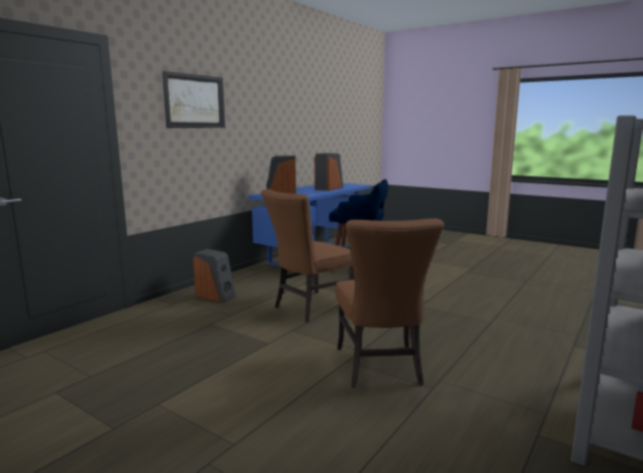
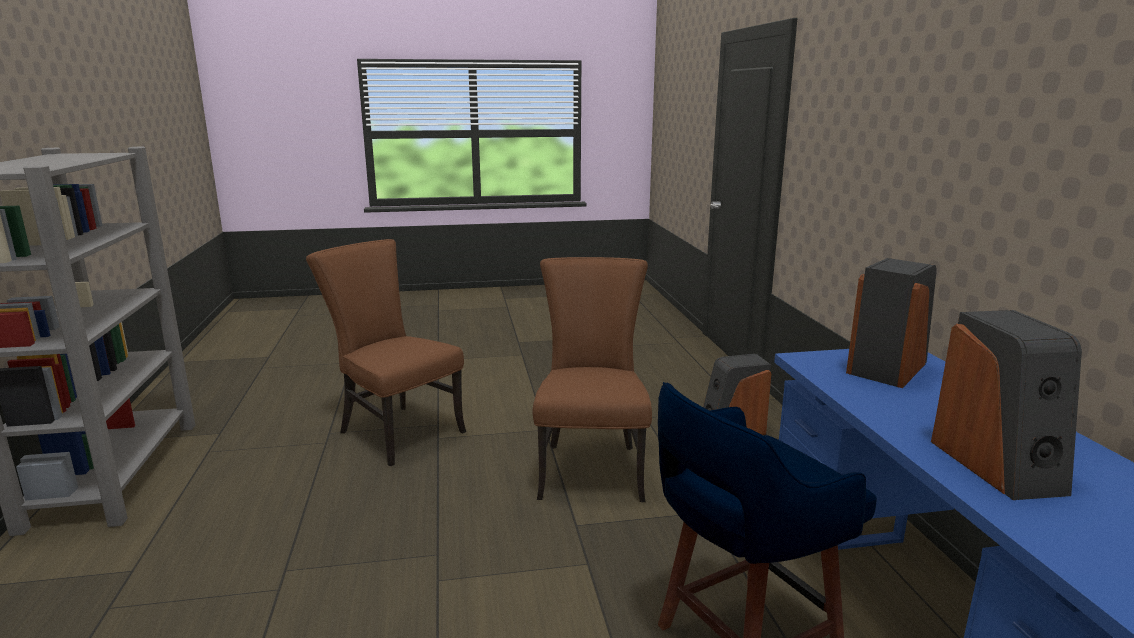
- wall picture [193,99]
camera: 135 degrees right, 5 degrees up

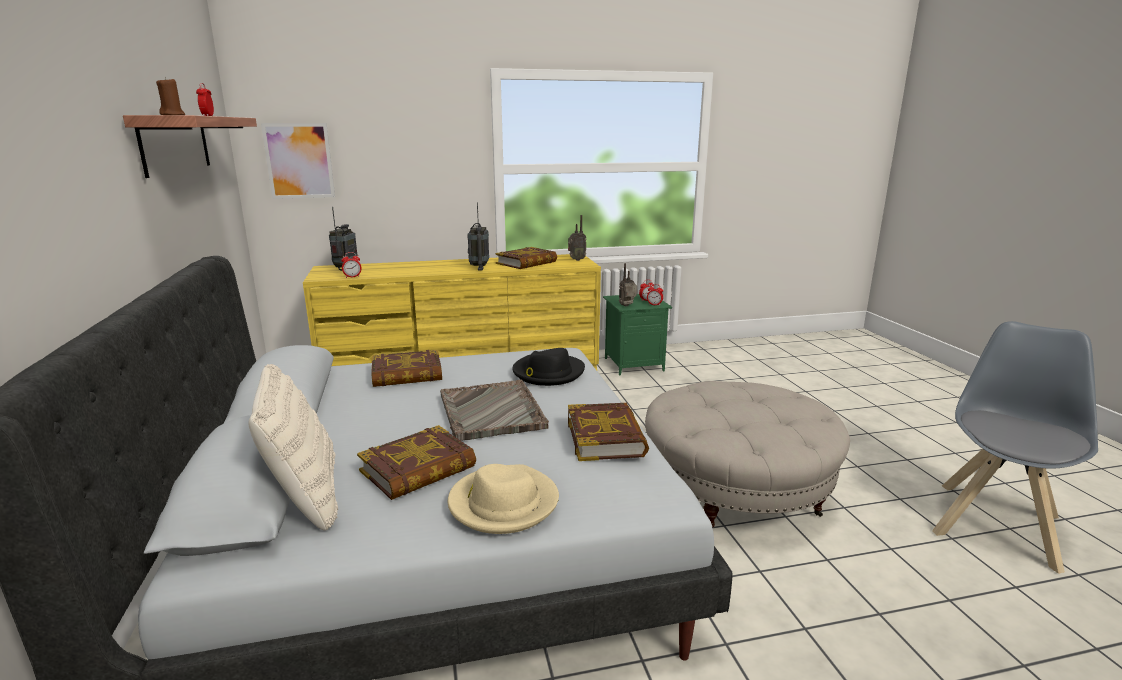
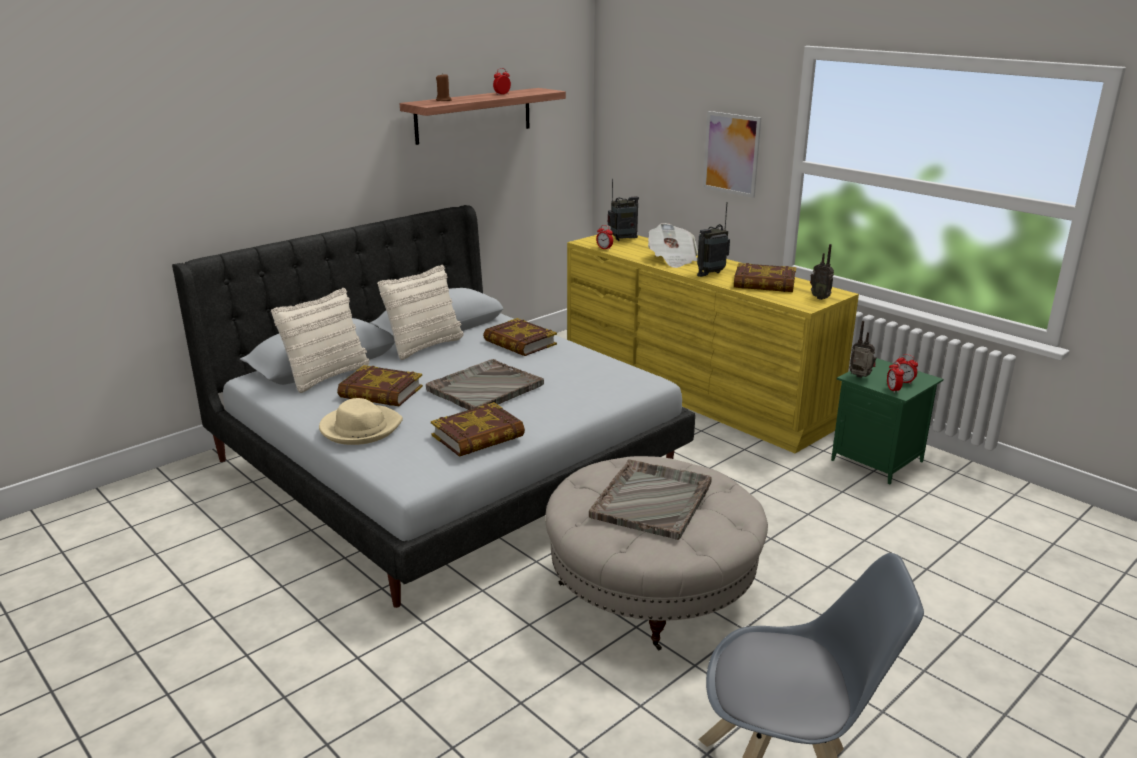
~ wall picture [298,161] to [732,154]
- hat in black-coloured [548,367]
+ cushion in sand-coloured [420,312]
+ serving tray in greyish [650,499]
+ newspaper [673,245]
camera: 60 degrees right, 5 degrees up

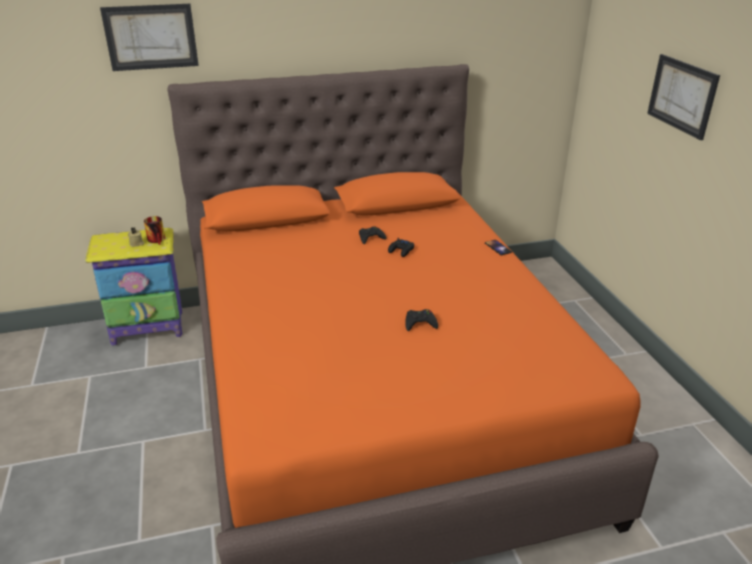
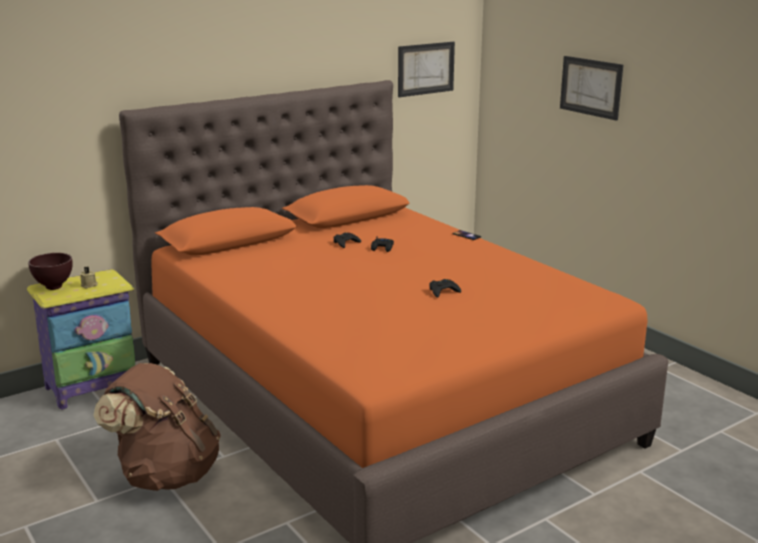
~ wall picture [149,37] to [426,69]
- mug [154,230]
+ serving bowl in brown-coloured [50,271]
+ knapsack in brown-coloured [157,427]
camera: 20 degrees left, 10 degrees down

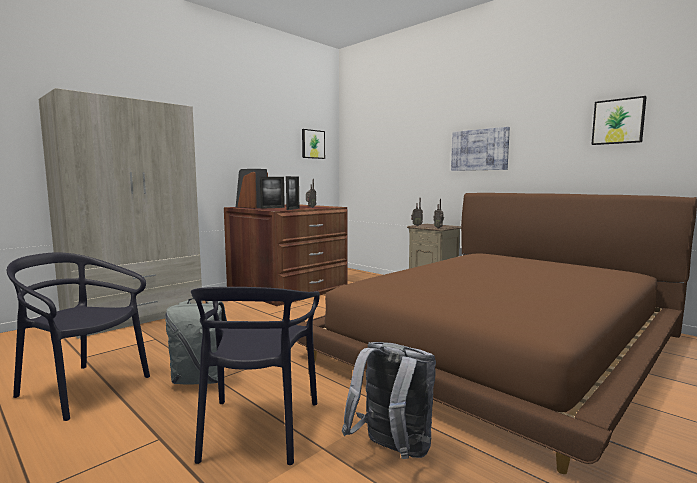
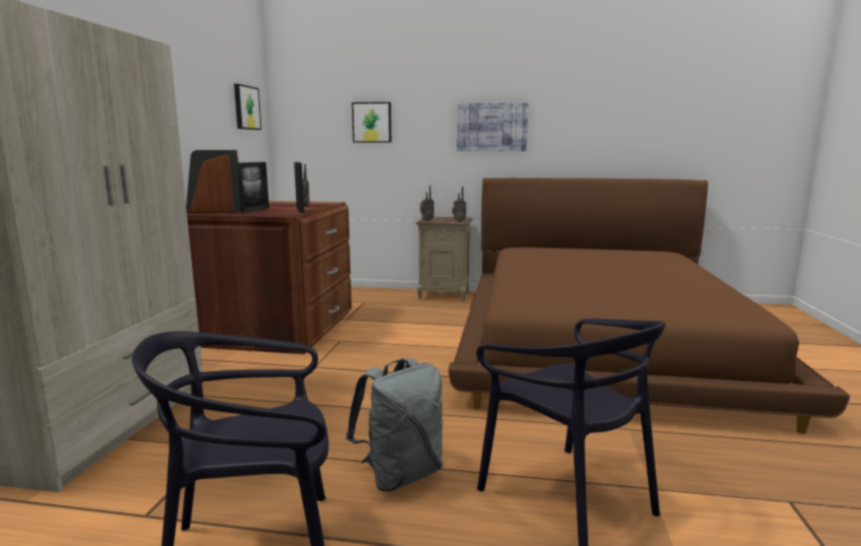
- knapsack in greyish [389,400]
~ wall picture [619,120] to [371,122]
camera: 35 degrees left, 5 degrees up

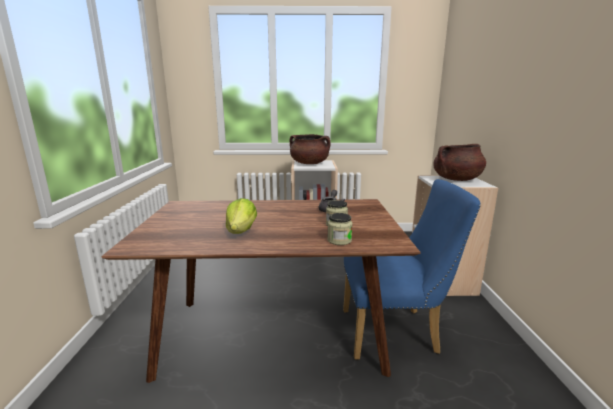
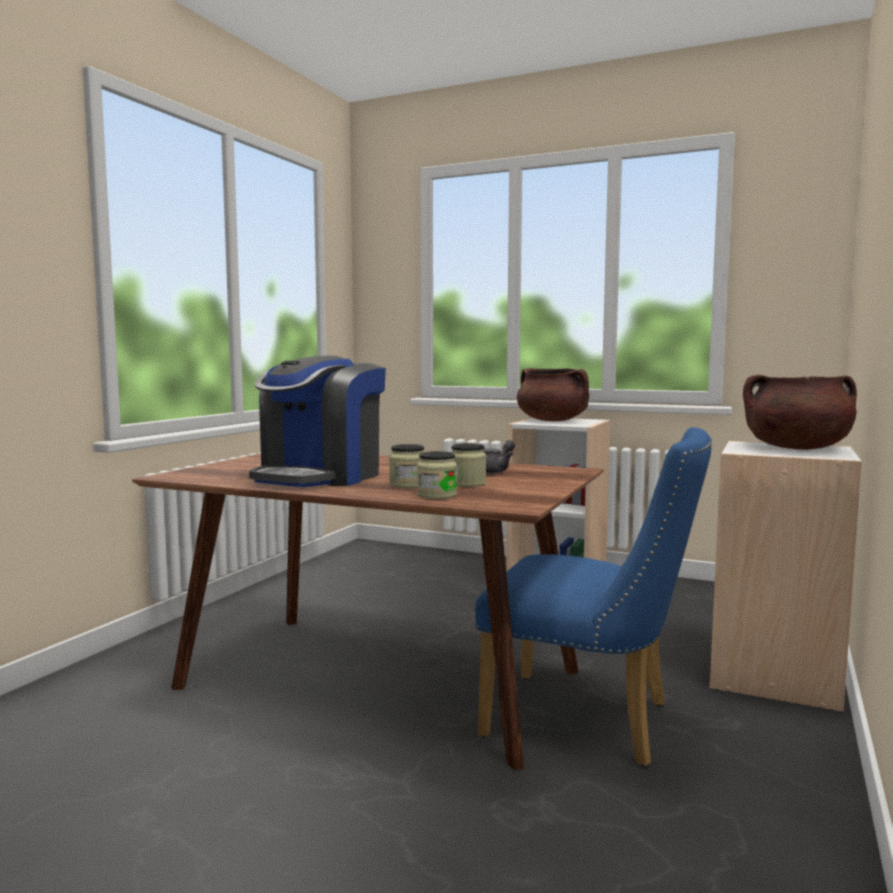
~ lettuce head [241,216] to coffee maker [317,421]
+ jar [406,466]
camera: 25 degrees right, 10 degrees down

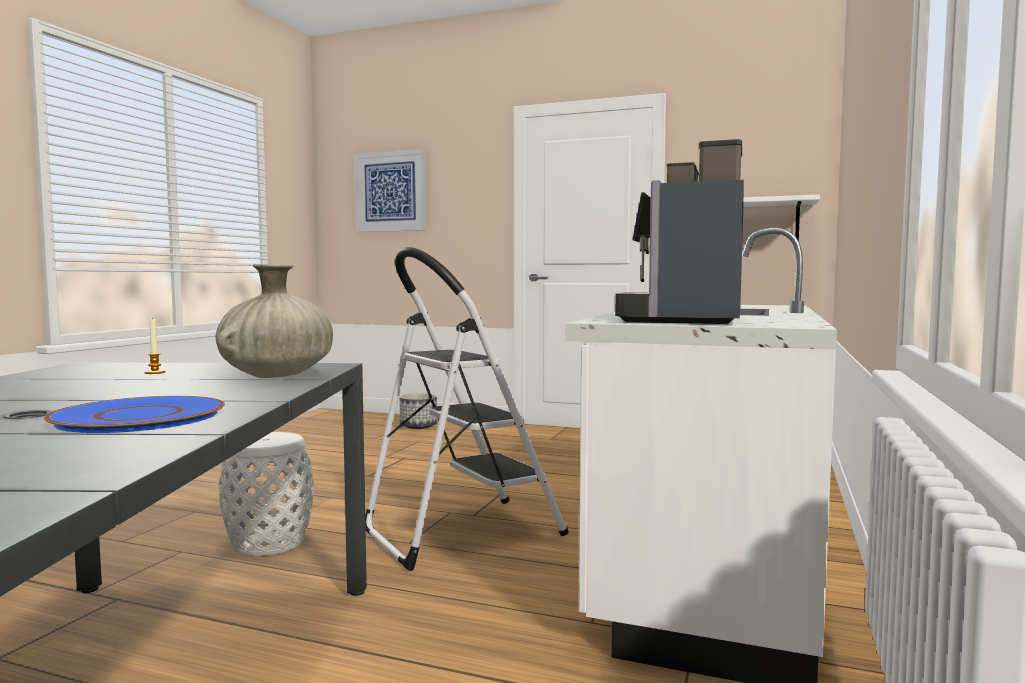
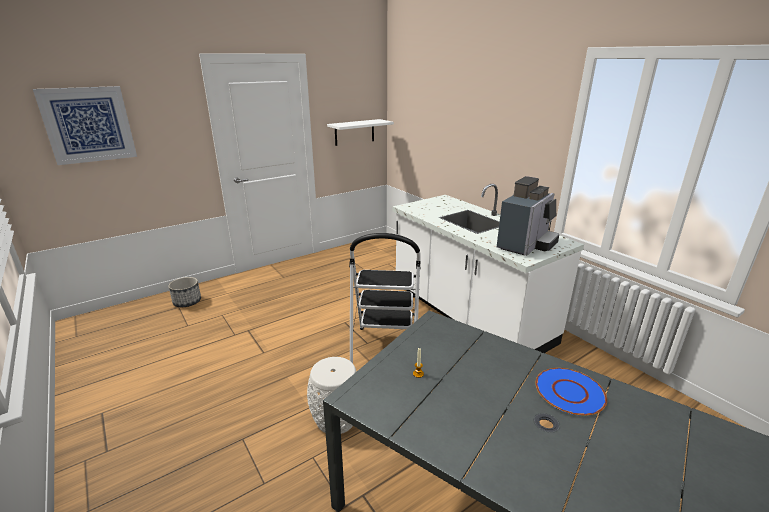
- vase in sand-coloured [274,321]
~ coffee maker [679,231] = [528,216] 105 degrees counterclockwise
camera: 55 degrees left, 20 degrees up

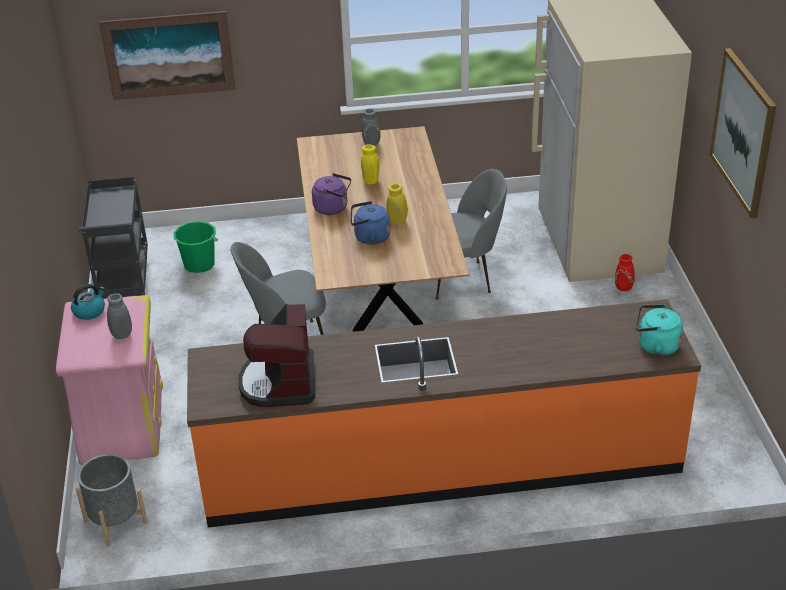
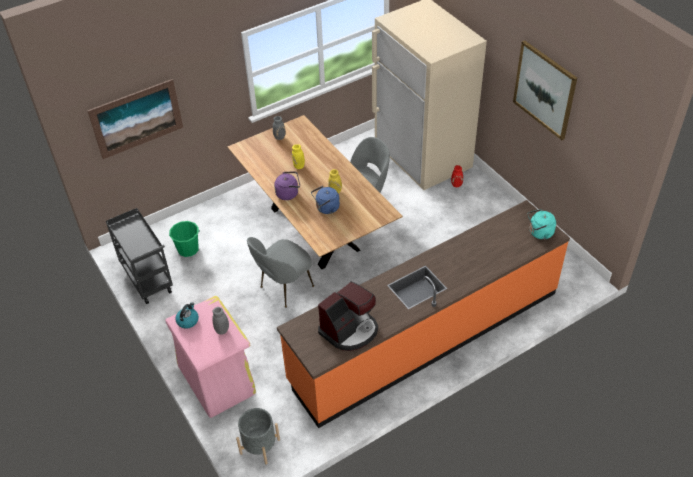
~ coffee maker [276,355] = [348,316] 105 degrees counterclockwise
camera: 25 degrees left, 10 degrees up

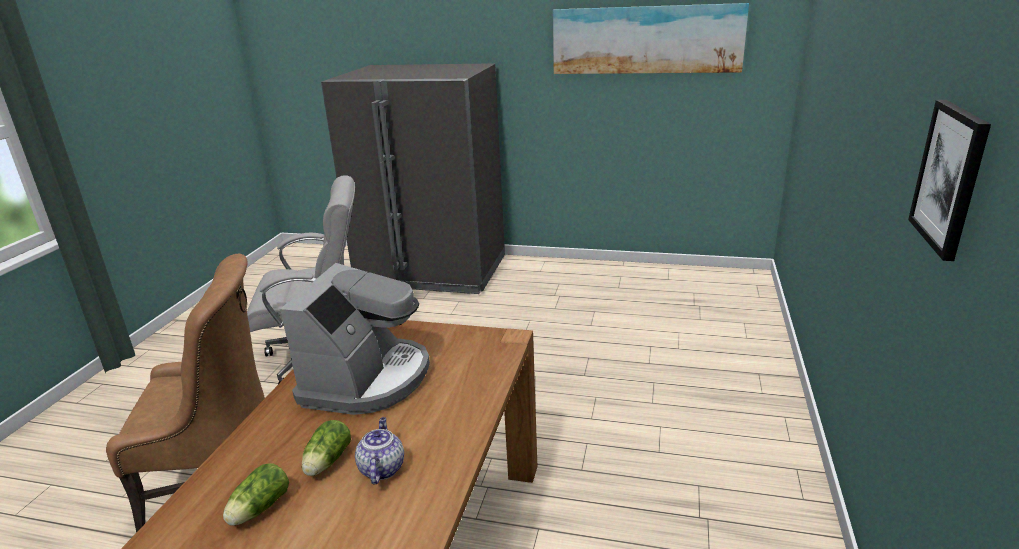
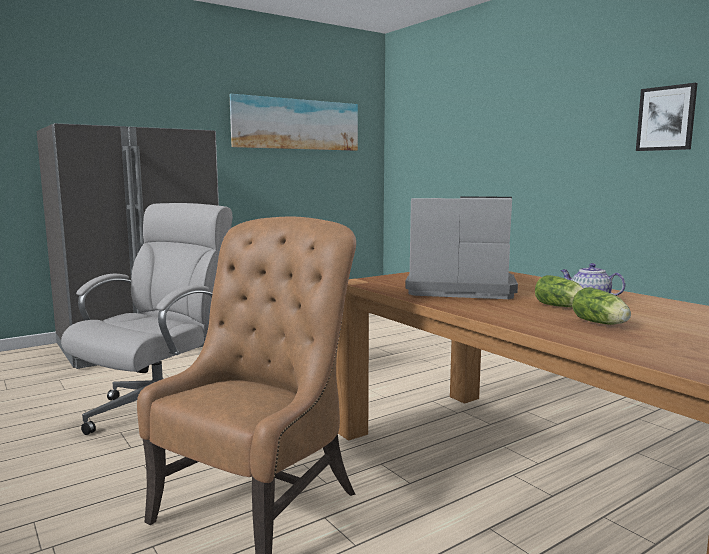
~ coffee maker [355,339] = [461,247] 45 degrees counterclockwise
camera: 50 degrees left, 15 degrees down

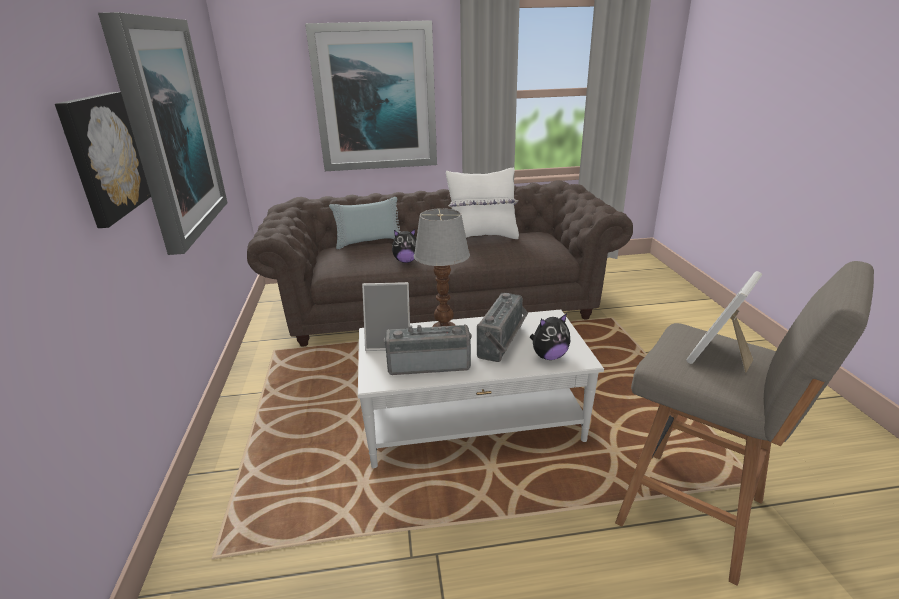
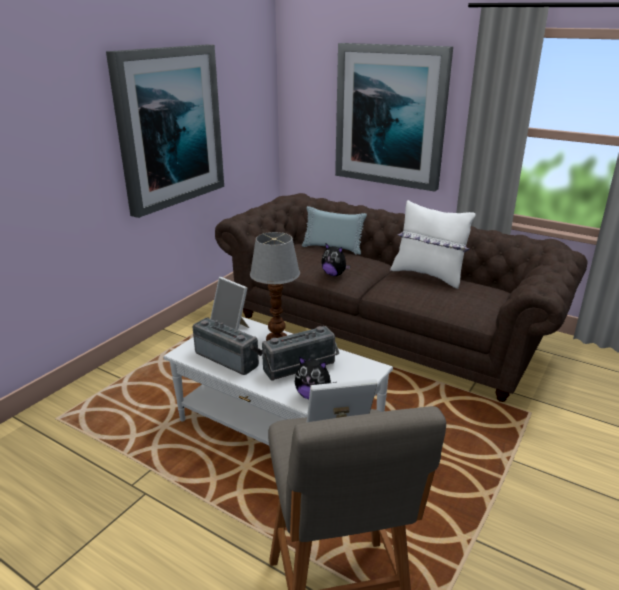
- wall picture [103,160]
camera: 40 degrees right, 0 degrees up

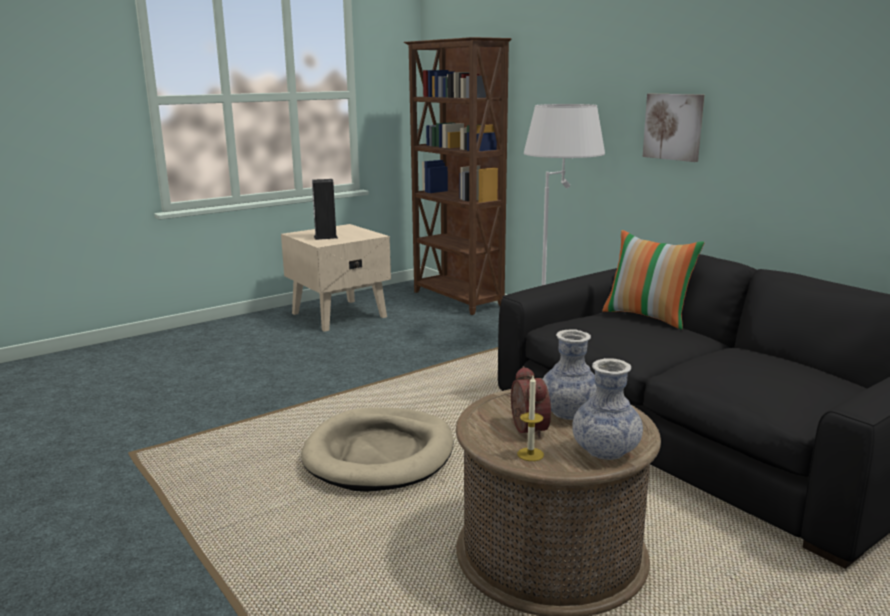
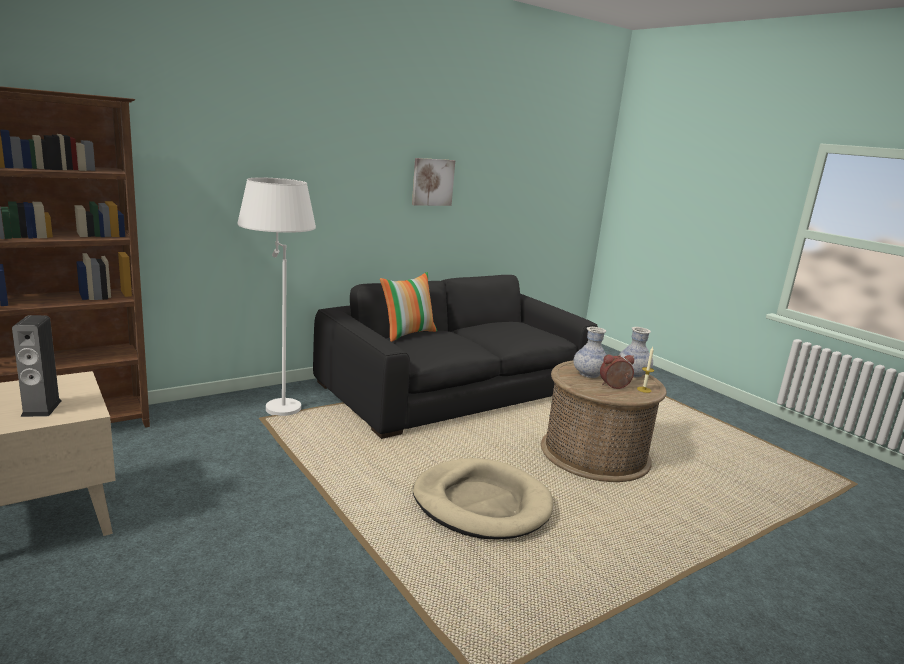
~ wall picture [673,128] to [433,182]
camera: 90 degrees left, 0 degrees up

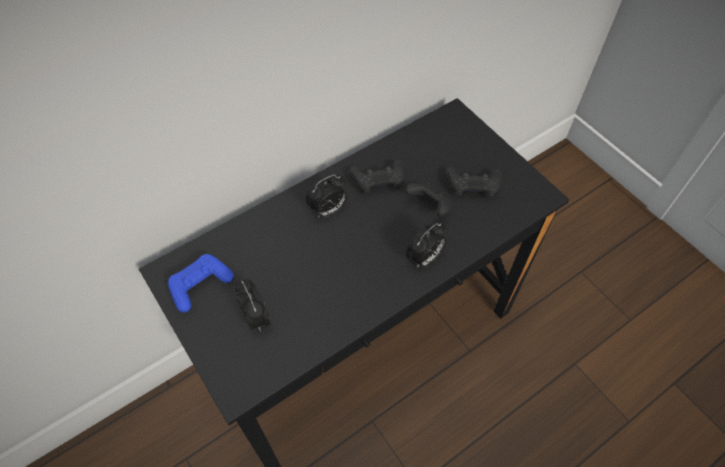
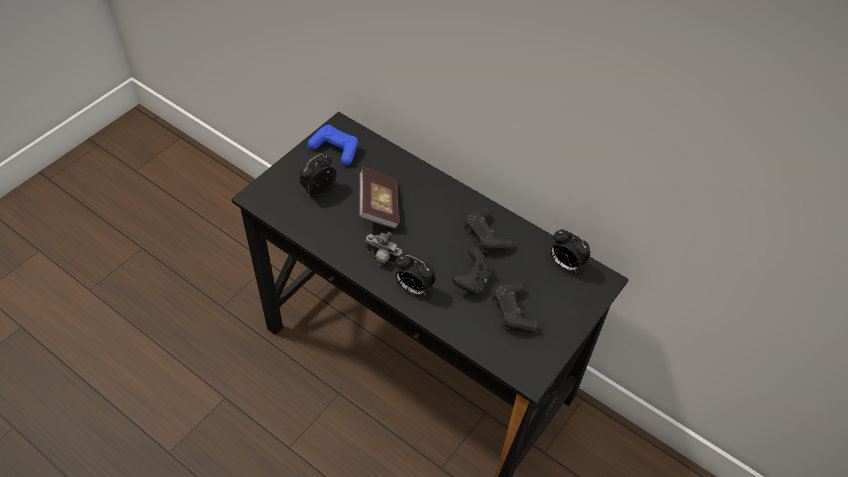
~ alarm clock [326,196] to [570,250]
+ volume [379,198]
+ still camera [383,248]
camera: 70 degrees right, 5 degrees down

